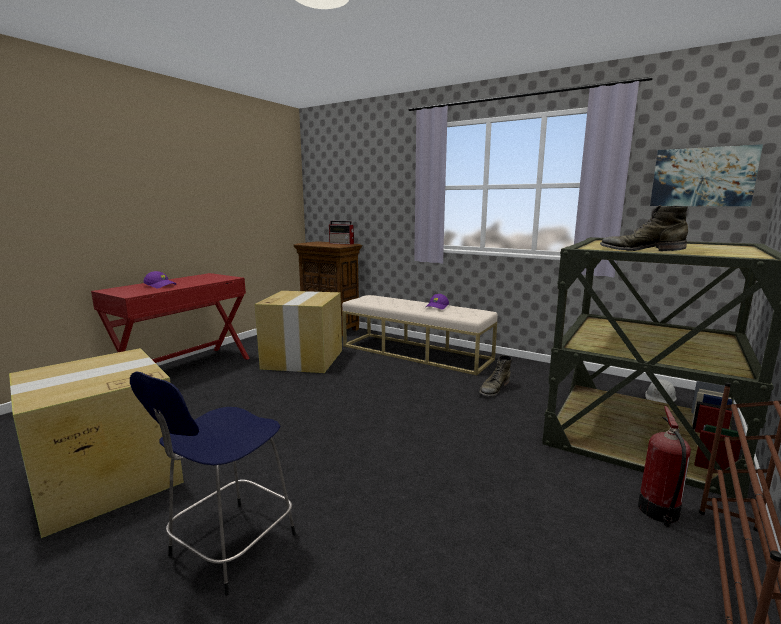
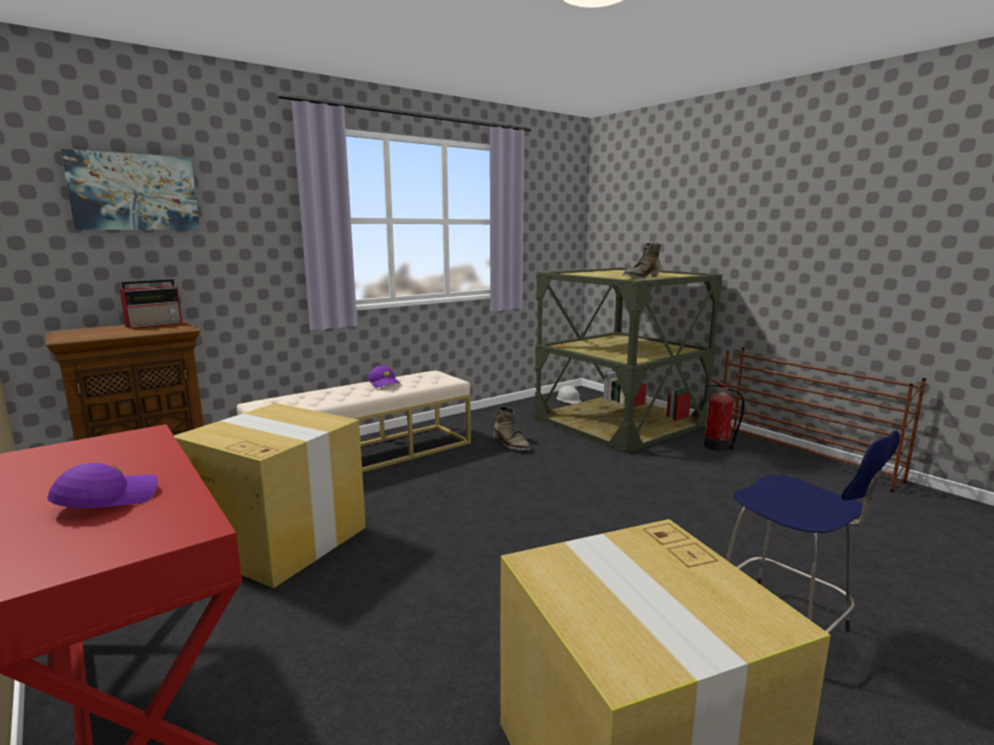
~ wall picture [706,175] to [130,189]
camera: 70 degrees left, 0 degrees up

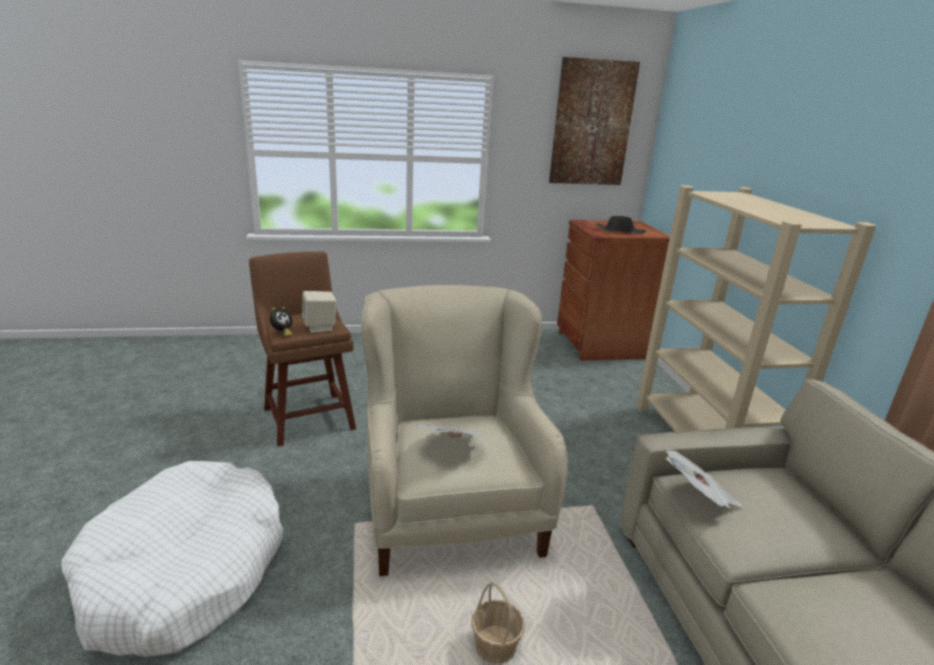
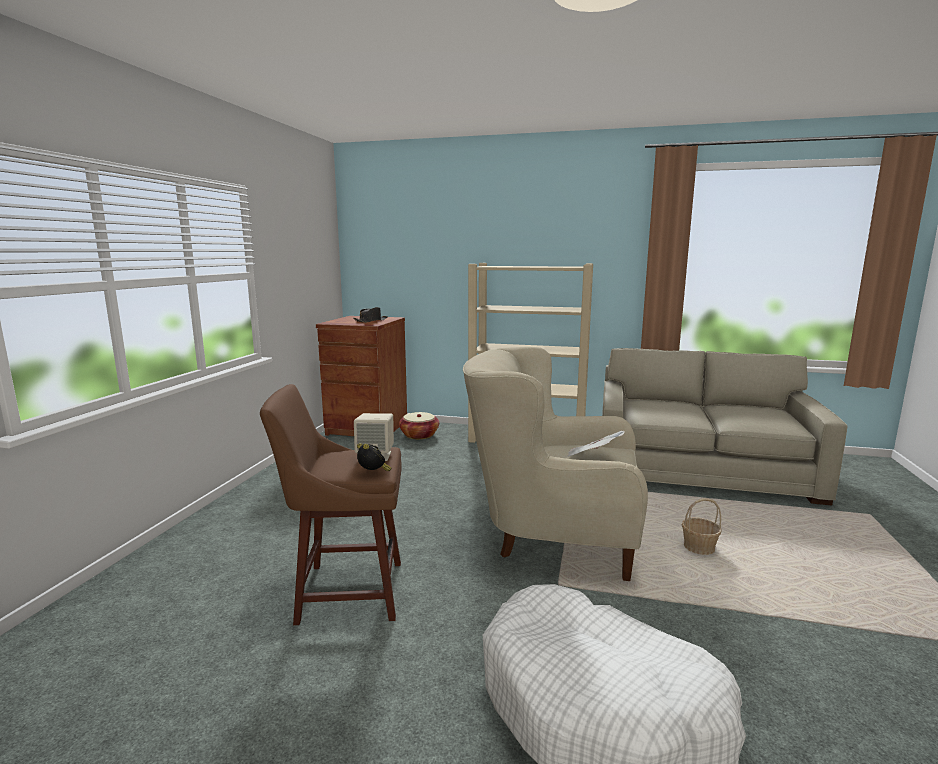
- wall picture [594,121]
- newspaper [704,479]
+ storage basket [419,425]
camera: 65 degrees left, 10 degrees down

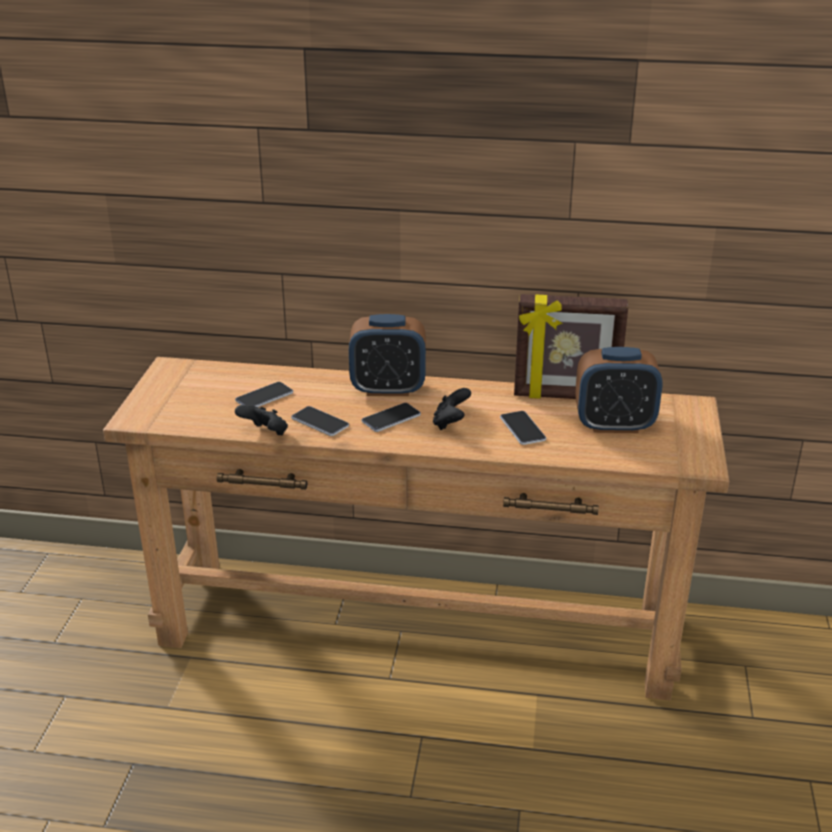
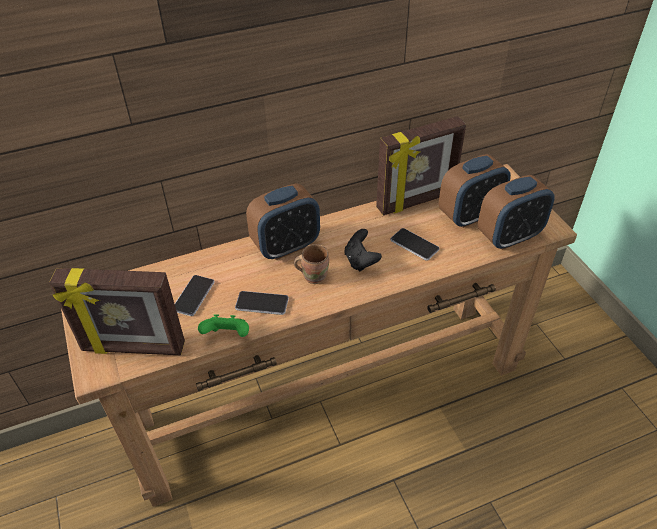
~ gamepad in black-coloured [261,420] to gamepad in green-coloured [223,325]
~ handset [391,417] to mug in brown-coloured [311,264]
+ standing frame [117,311]
+ alarm clock [516,212]
camera: 30 degrees left, 15 degrees up

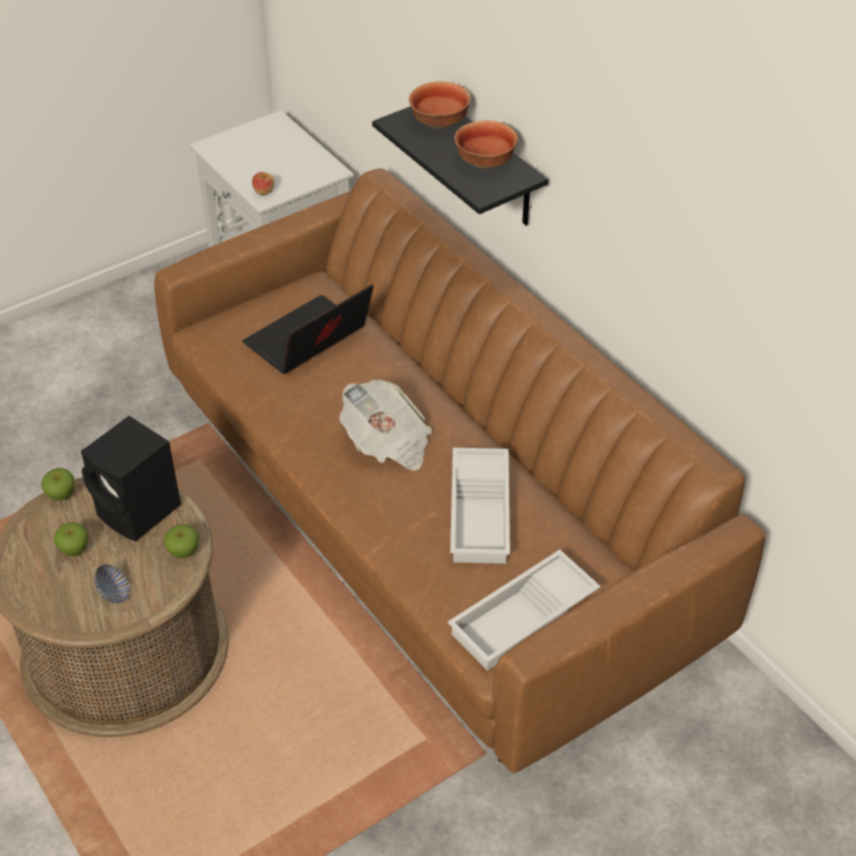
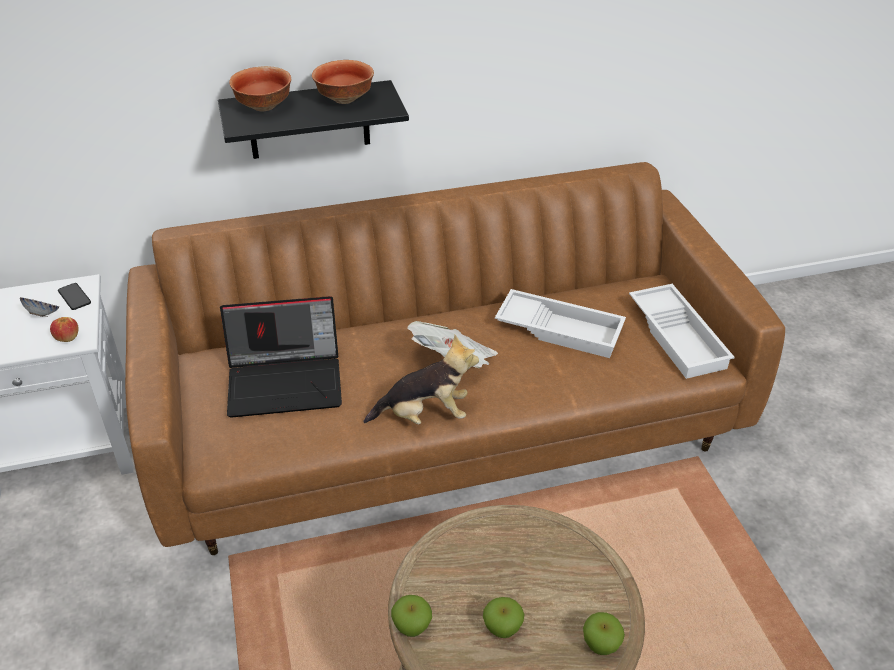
- speaker in black-coloured [131,478]
~ serving bowl [112,583] to [39,307]
~ apple [181,541] to [604,633]
~ notebook computer [307,329] = [281,357] 75 degrees counterclockwise
+ handset [74,296]
+ cuddly toy [421,379]
camera: 70 degrees left, 5 degrees down

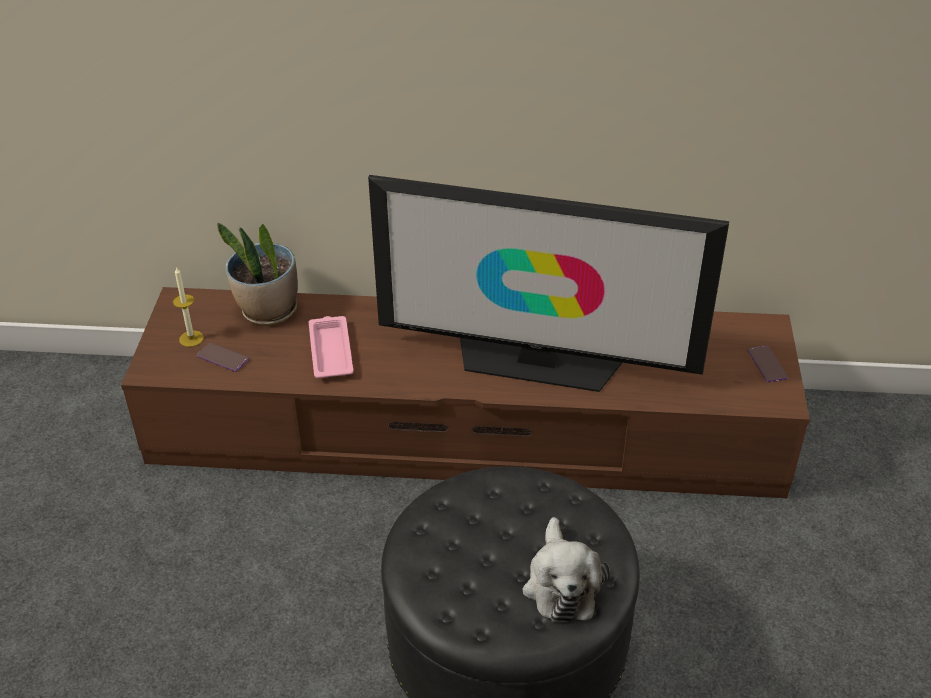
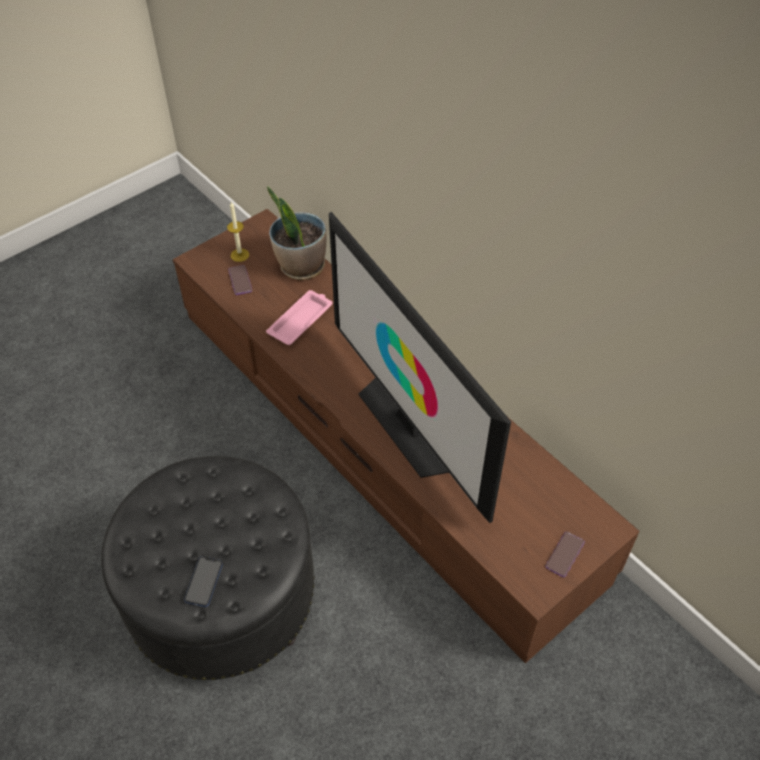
~ cuddly toy [566,570] to handset [203,581]
camera: 45 degrees right, 10 degrees up

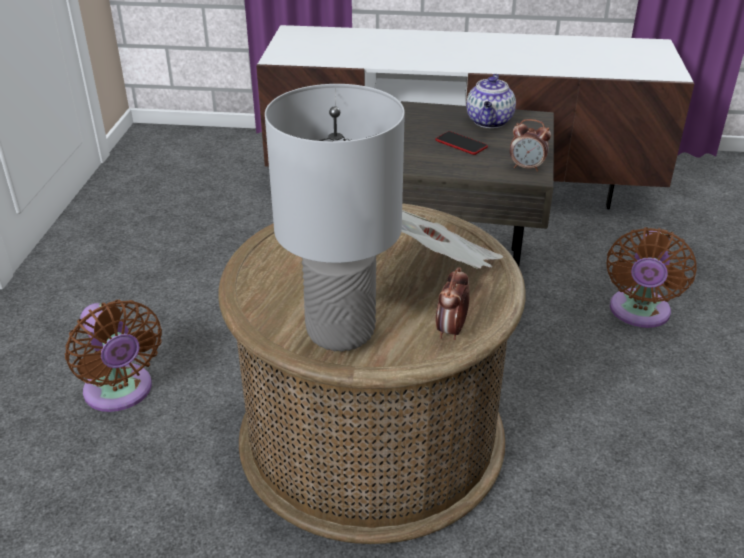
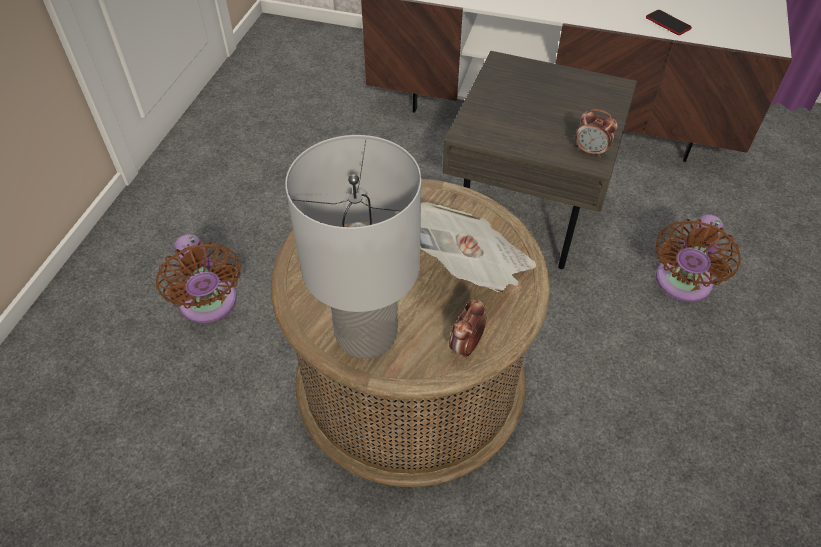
~ handset [462,143] to [669,22]
- tea pot [491,101]
camera: 10 degrees right, 15 degrees up

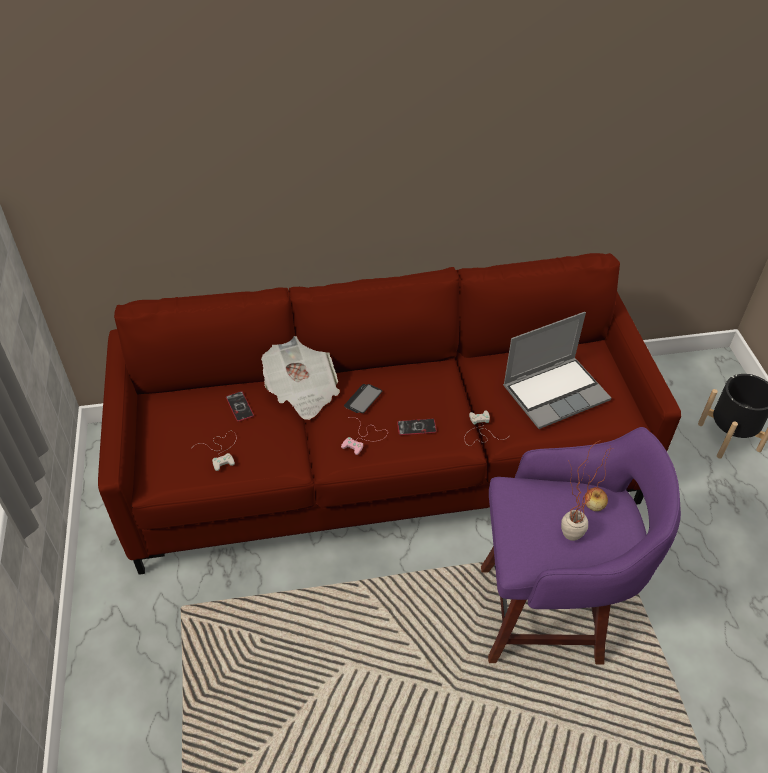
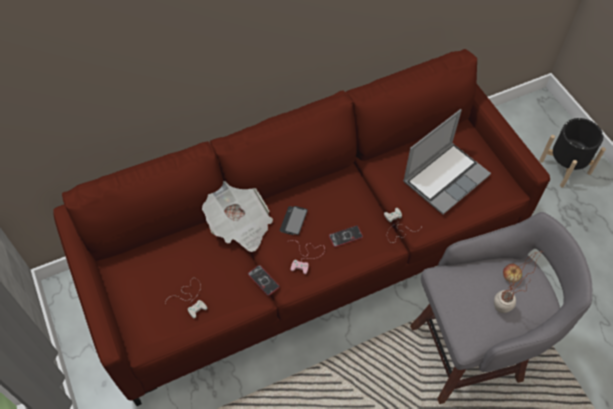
~ handset [240,406] to [264,280]
~ stool seat in purple [581,545] to stool seat in greyish [501,308]
camera: 15 degrees left, 10 degrees up

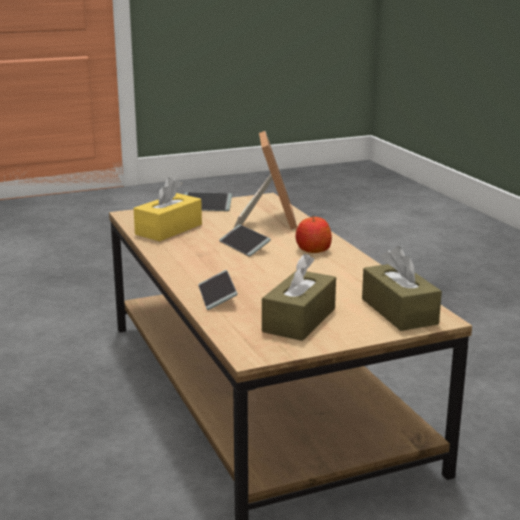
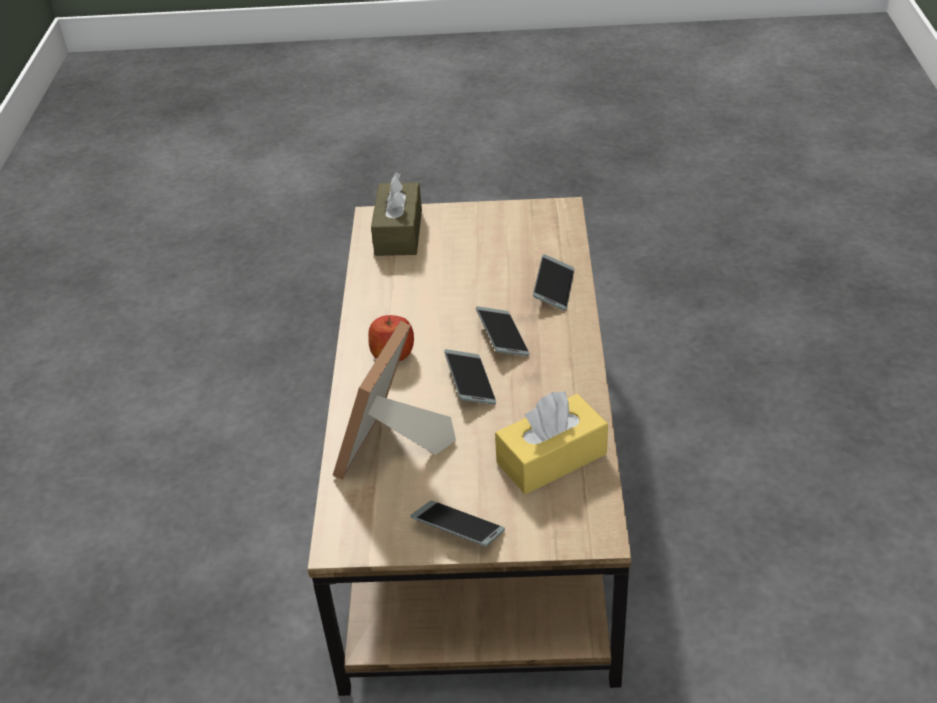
- box of tissues in brown-coloured [299,297]
+ handset [503,331]
camera: 155 degrees left, 20 degrees up

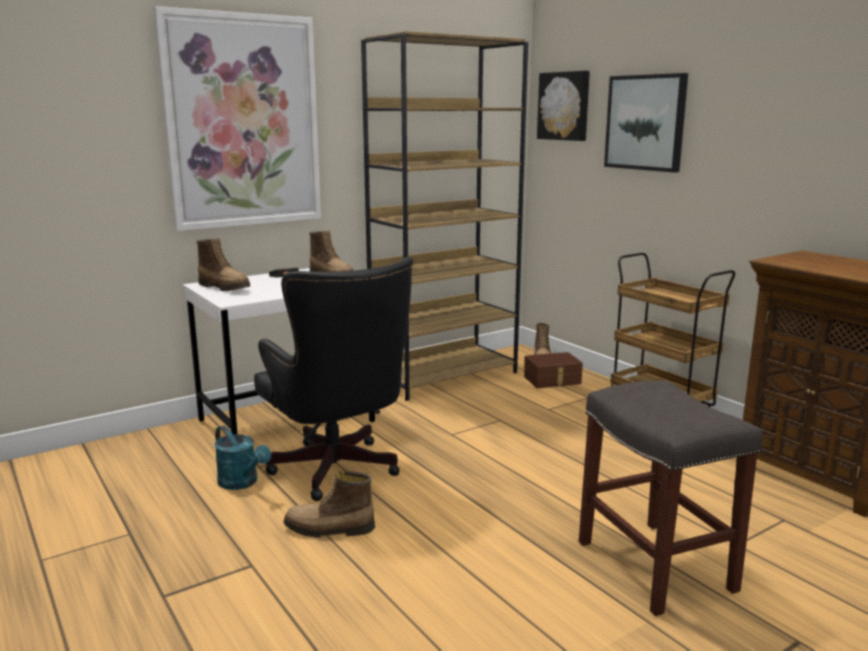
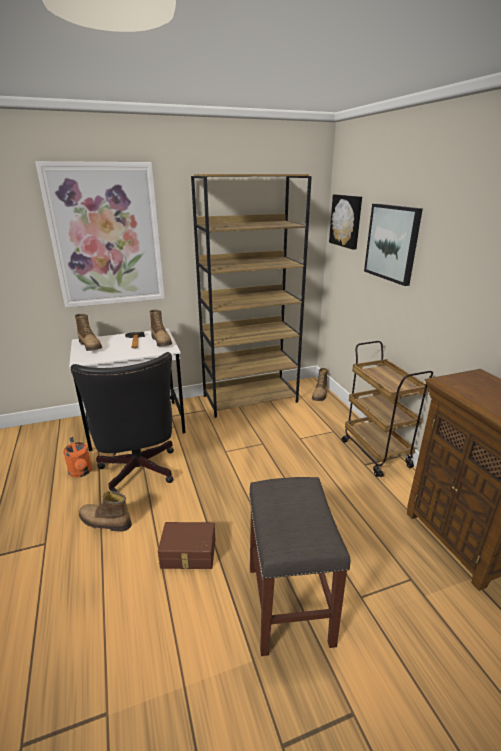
~ watering can in turquoise-coloured [242,457] to watering can in orange [78,457]
~ storage box in brown-coloured [553,370] to [186,545]
camera: 15 degrees right, 10 degrees up

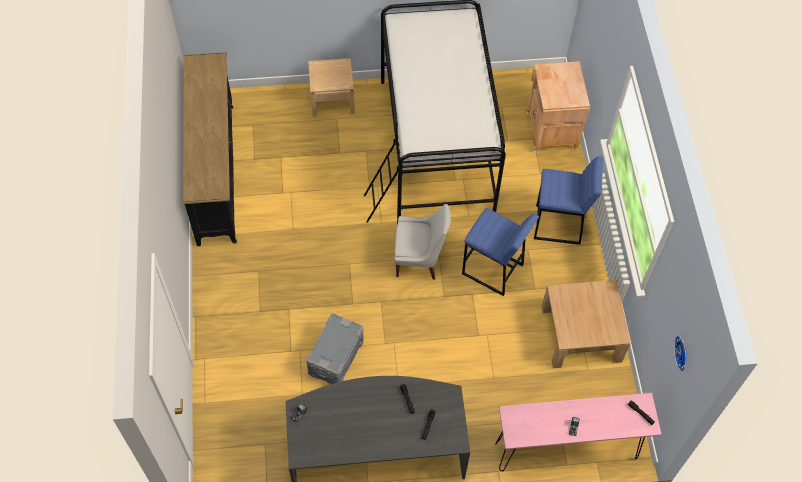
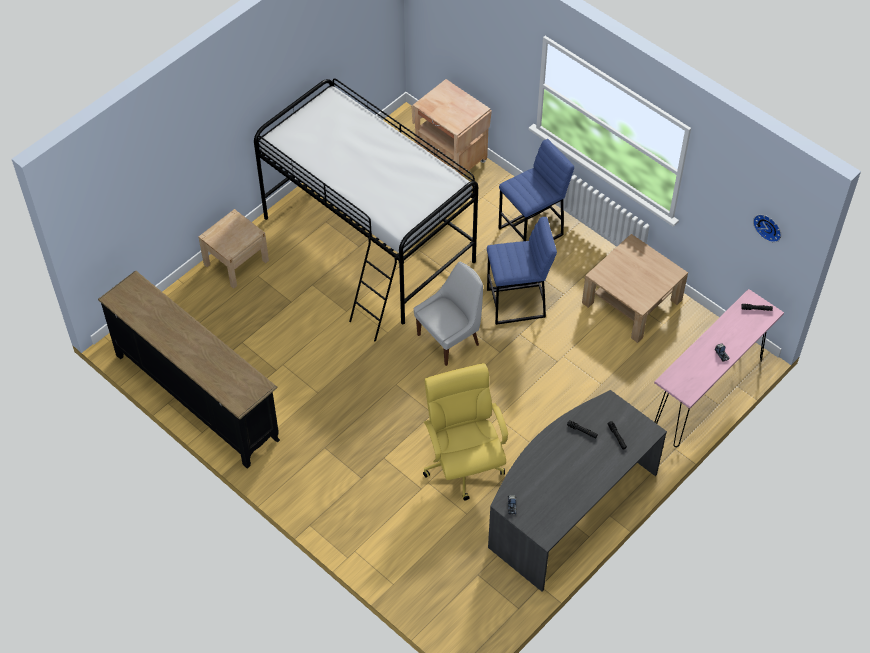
~ storage box in greyish [335,348] to computer chair in yellowish [465,431]
camera: 40 degrees left, 5 degrees down

